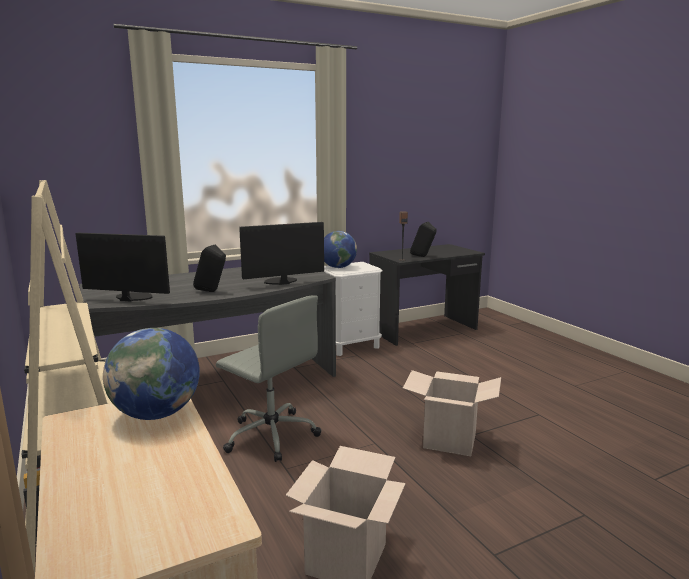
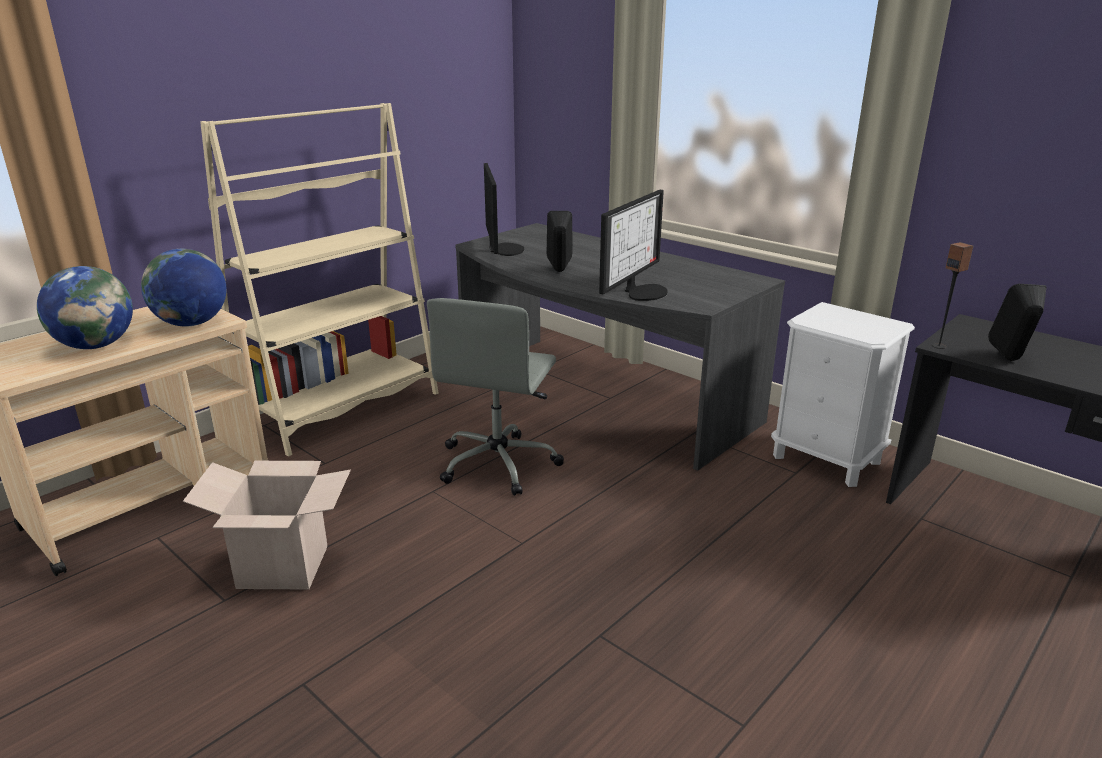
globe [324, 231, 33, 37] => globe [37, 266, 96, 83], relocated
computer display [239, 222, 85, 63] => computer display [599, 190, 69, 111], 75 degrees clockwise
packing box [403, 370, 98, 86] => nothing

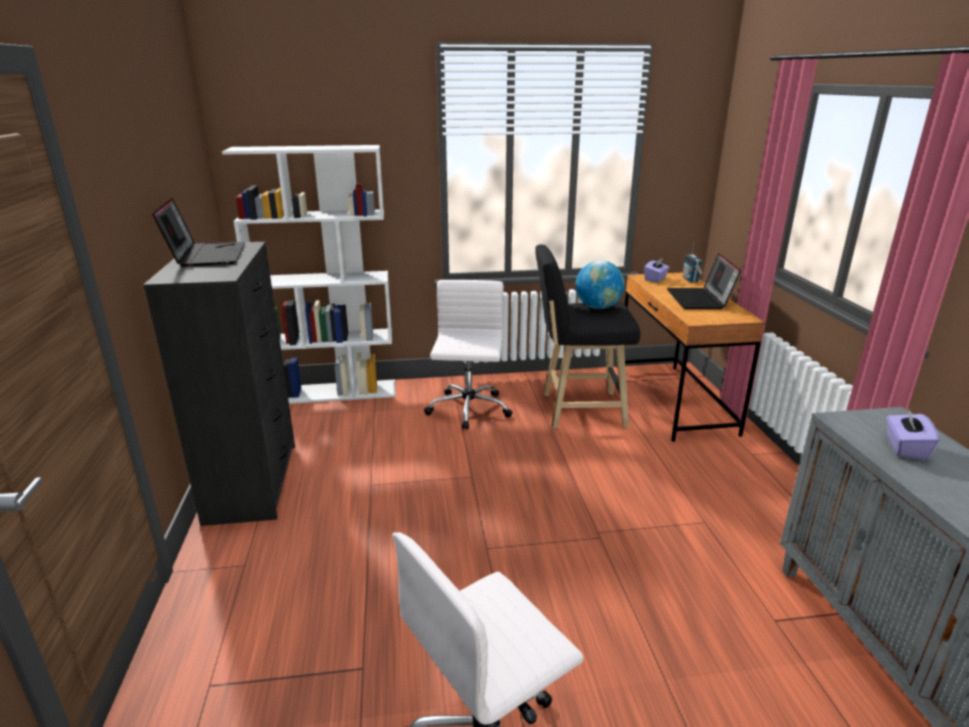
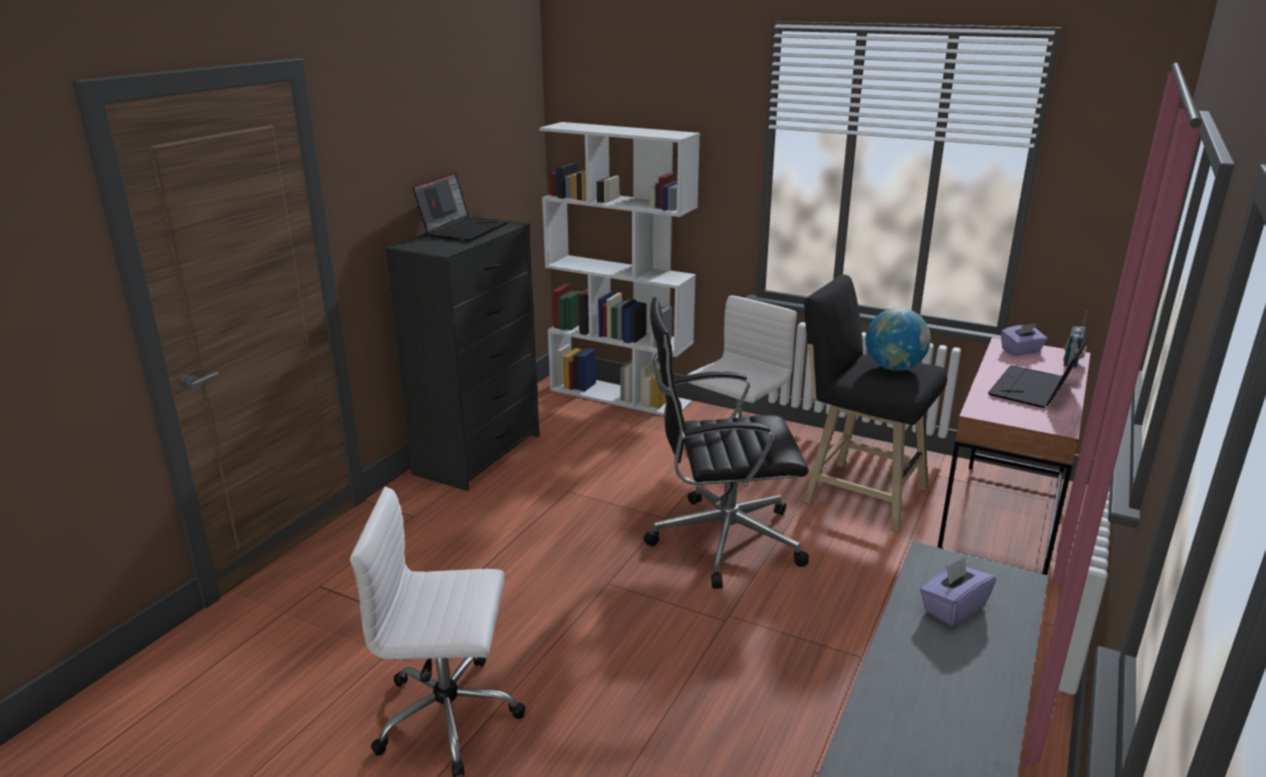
nothing => black desk chair [644, 297, 165, 292]
brown desk table [625, 272, 140, 170] => pink-coloured desk table [938, 337, 152, 238]

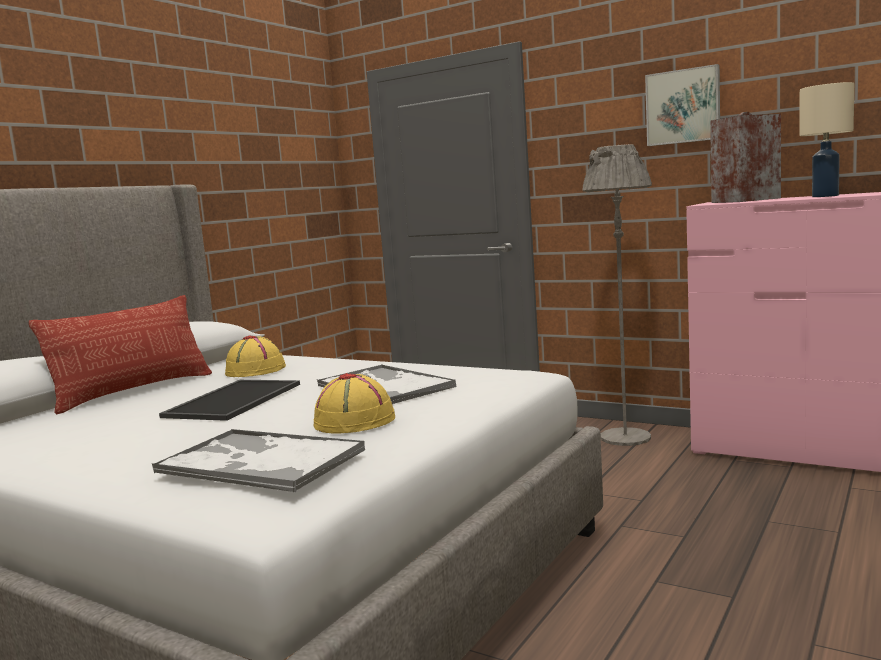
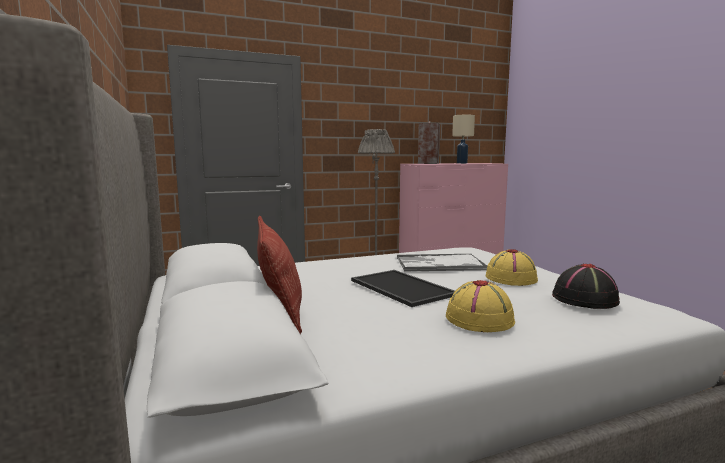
yellowish clothing hat [225, 335, 61, 42] => yellowish clothing hat [446, 280, 69, 52], relocated
tray [152, 429, 213, 63] => black clothing hat [552, 264, 68, 45]
wall picture [645, 64, 75, 82] => nothing

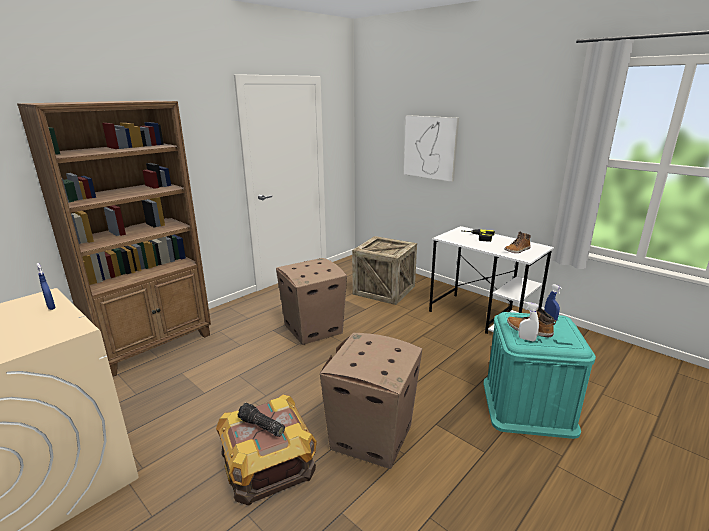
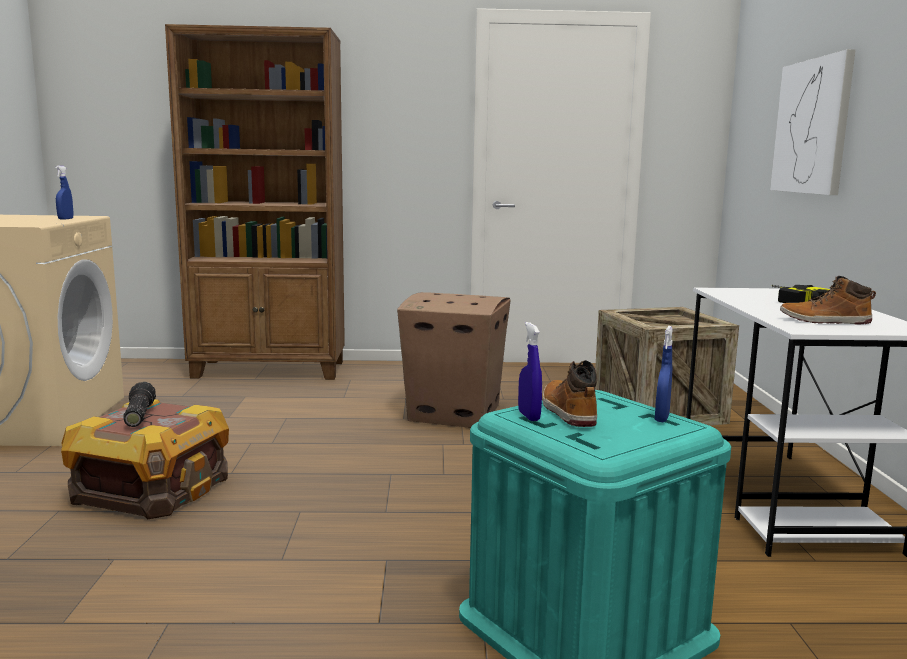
white sprayer [519, 302, 20, 40] => blue-coloured sprayer [518, 322, 24, 99]
packing box [320, 333, 102, 136] => nothing

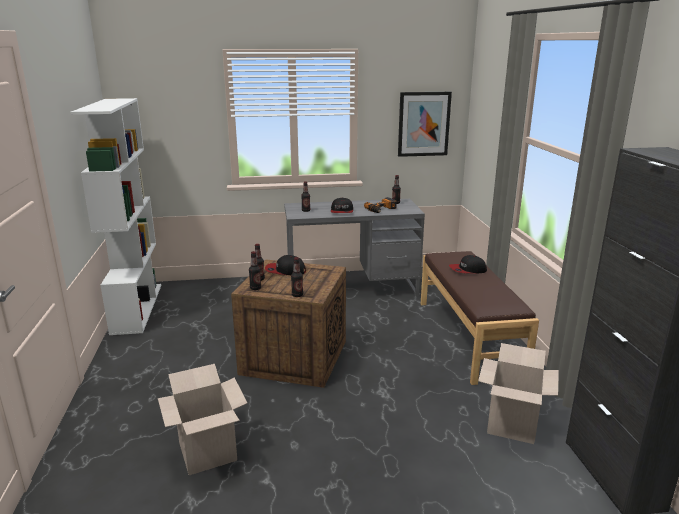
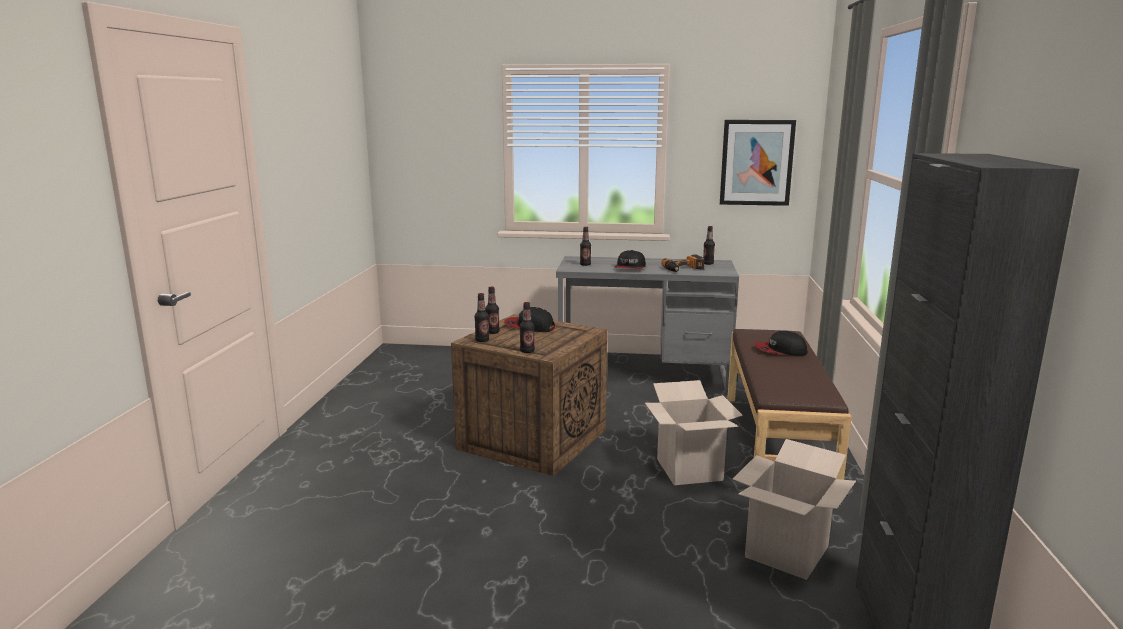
packing box [158, 364, 89, 111] => packing box [645, 380, 98, 105], relocated
white shelving unit [70, 98, 91, 237] => nothing

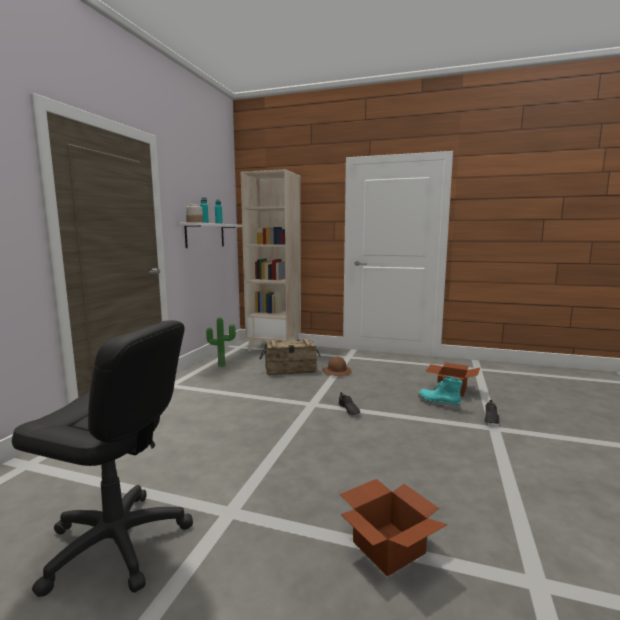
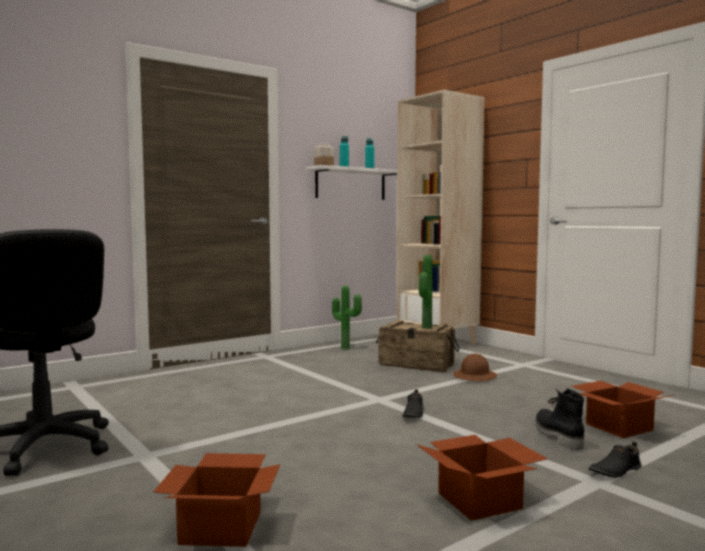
nothing => packing box [416, 435, 132, 86]
nothing => potted plant [418, 255, 15, 74]
turquoise boot [418, 376, 45, 35] => black boot [535, 388, 49, 62]

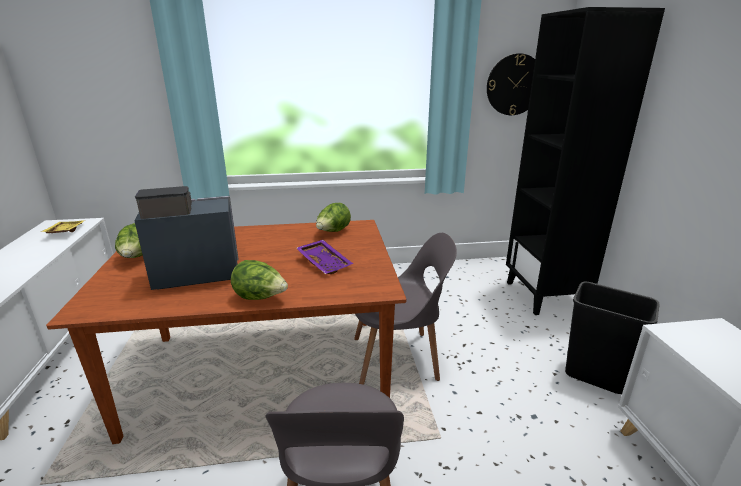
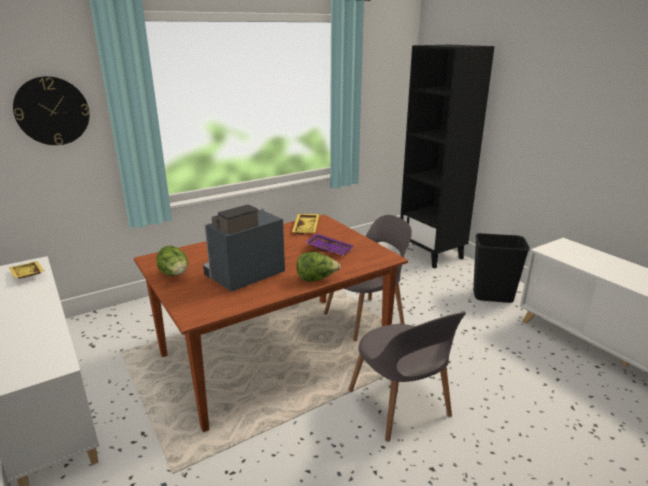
wall clock [487, 53, 48, 62] => wall clock [13, 76, 77, 69], relocated
lettuce head [316, 203, 35, 29] => yellowish tray [292, 214, 27, 21]

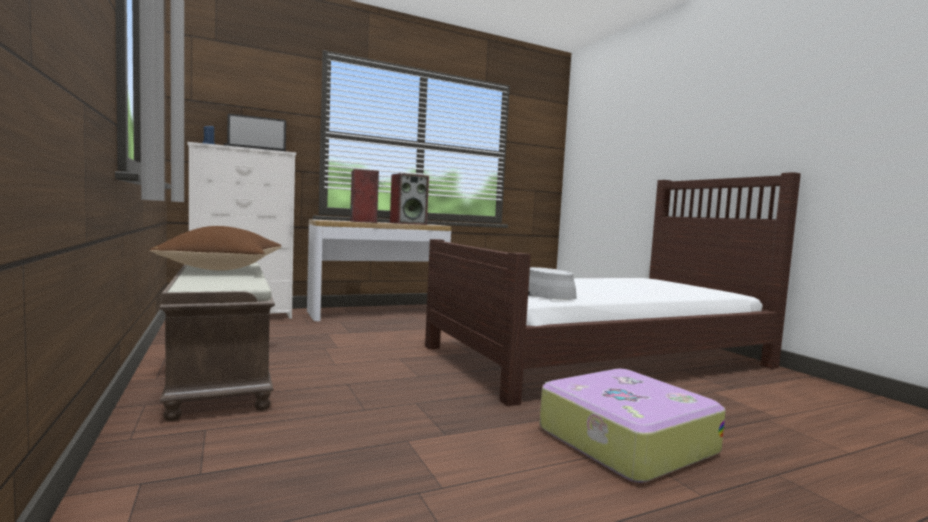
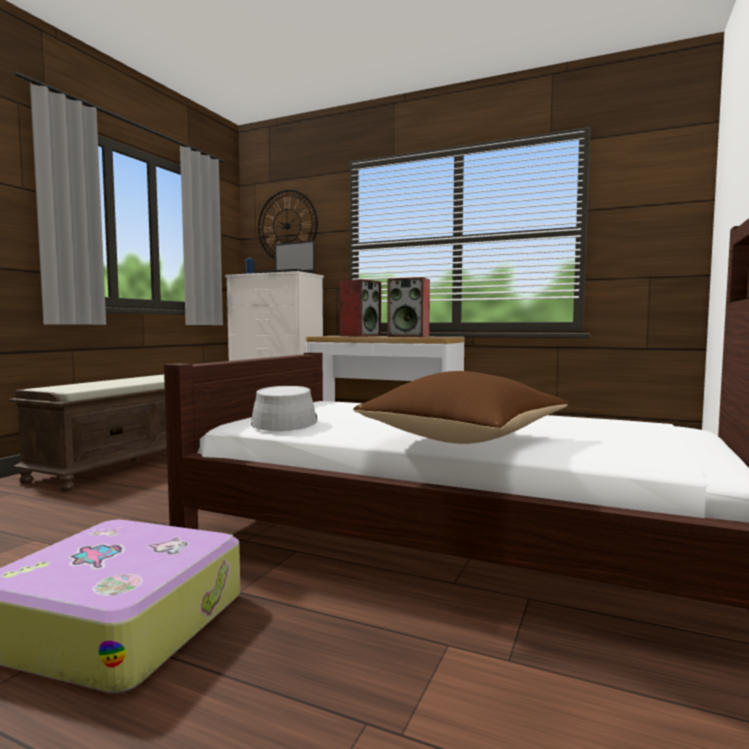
nothing => wall clock [258, 190, 60, 69]
brown cushion [150, 226, 131, 45] => brown cushion [353, 371, 215, 73], relocated

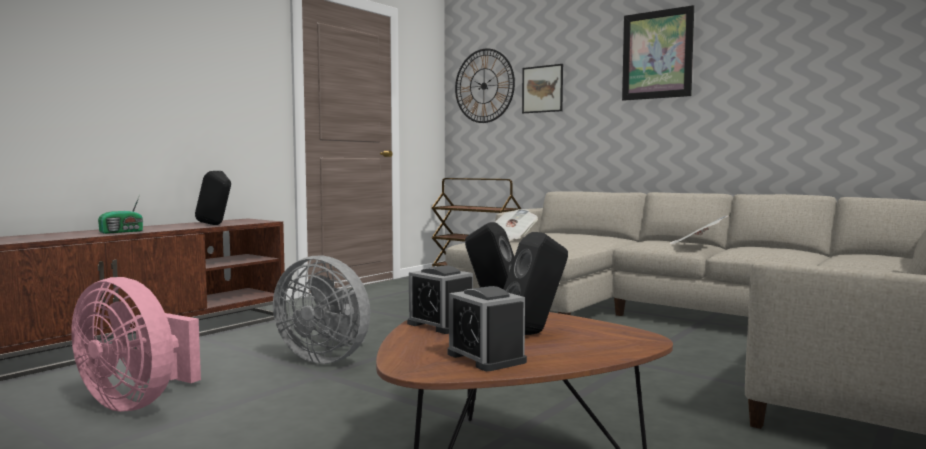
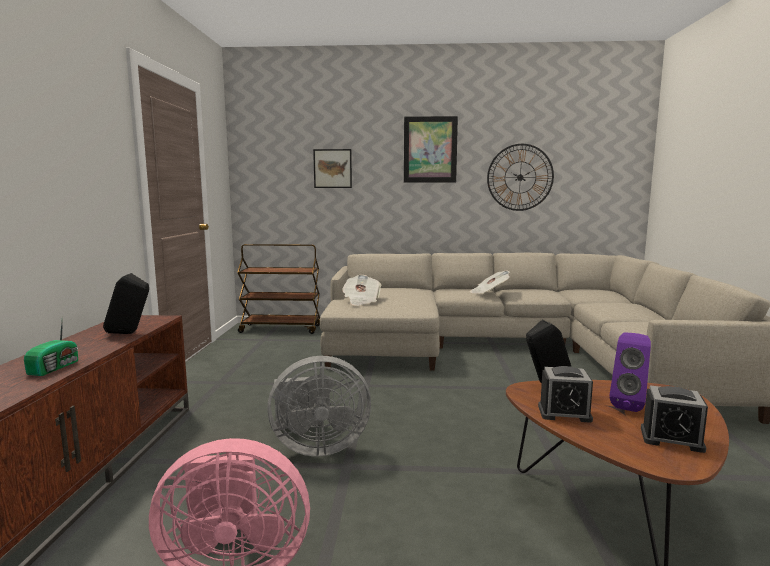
wall clock [455, 48, 60, 75] => wall clock [487, 144, 67, 67], relocated
black audio speaker [503, 232, 65, 103] => purple-coloured audio speaker [610, 333, 41, 79]

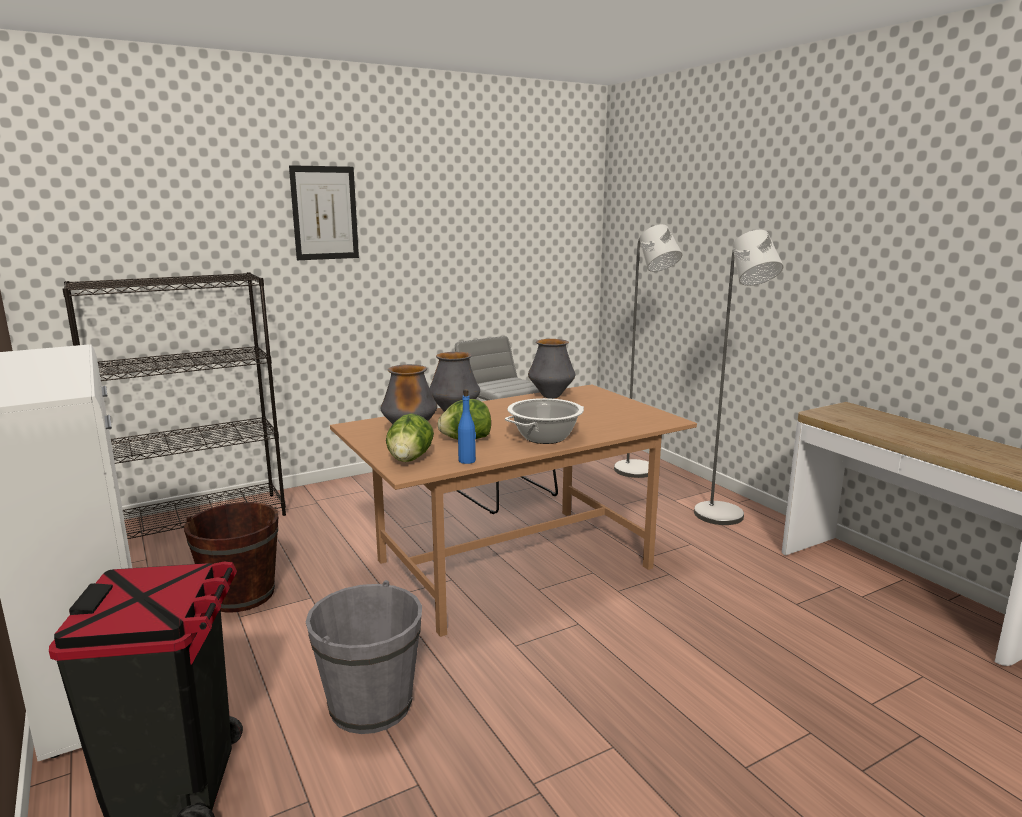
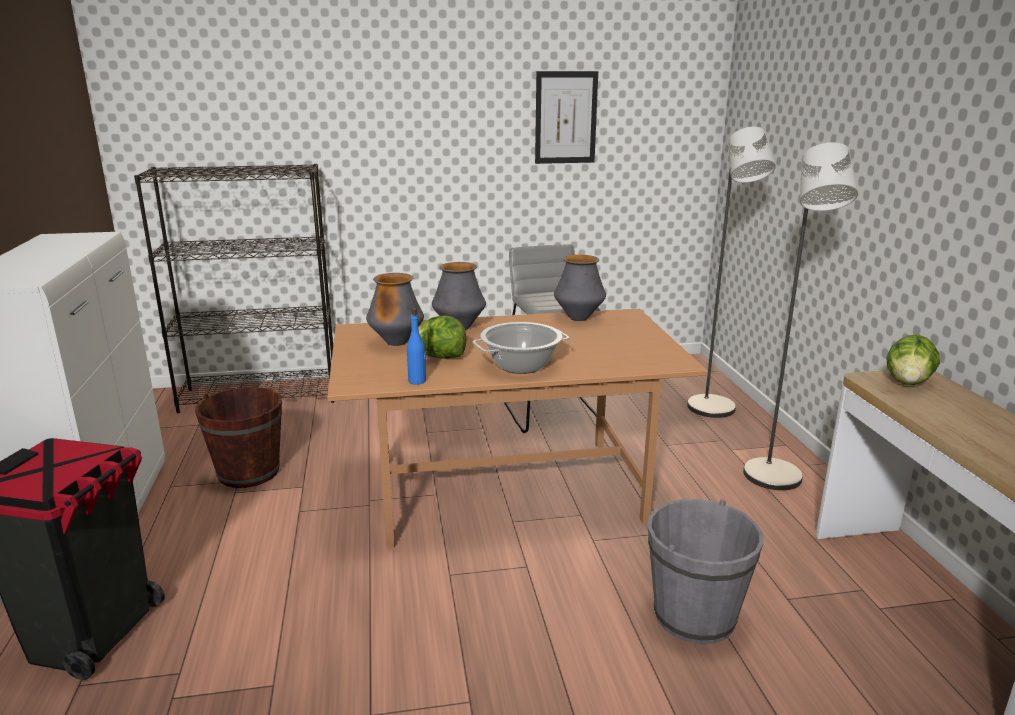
wall picture [289, 165, 70, 95] => wall picture [535, 71, 63, 93], relocated
grey water bucket [306, 580, 116, 154] => grey water bucket [648, 499, 116, 145], relocated
lettuce head [386, 414, 48, 48] => lettuce head [886, 335, 54, 50], relocated

